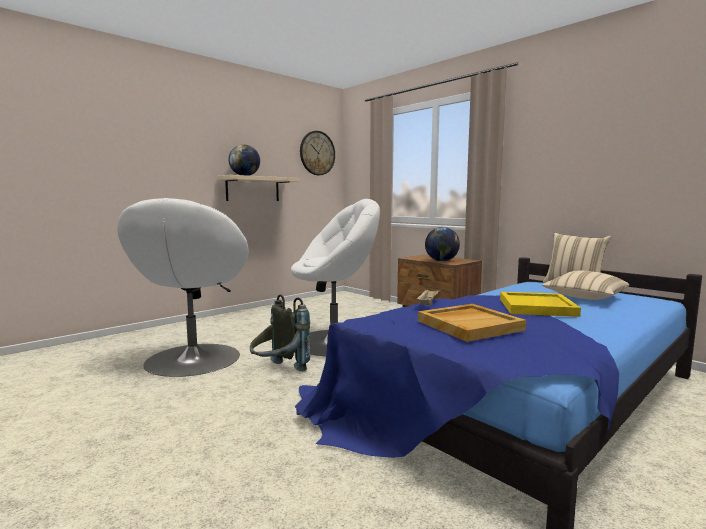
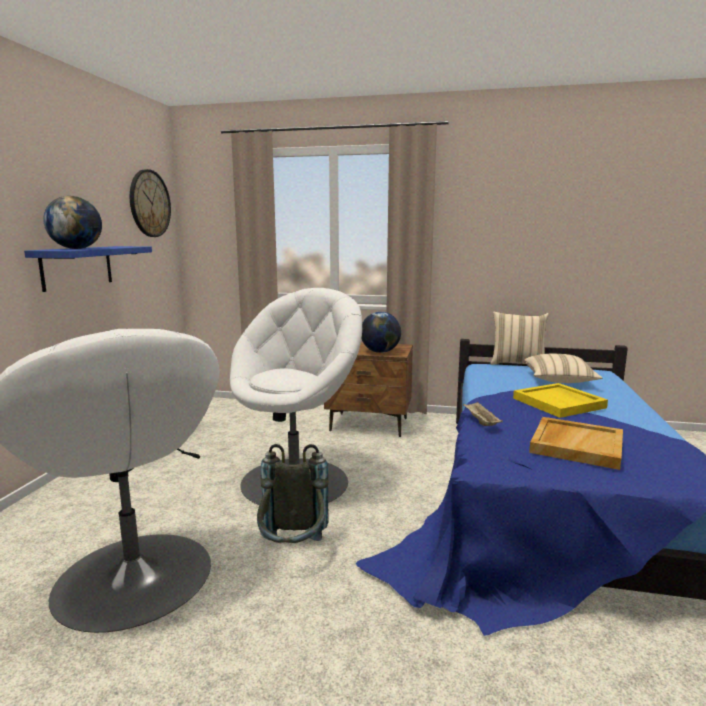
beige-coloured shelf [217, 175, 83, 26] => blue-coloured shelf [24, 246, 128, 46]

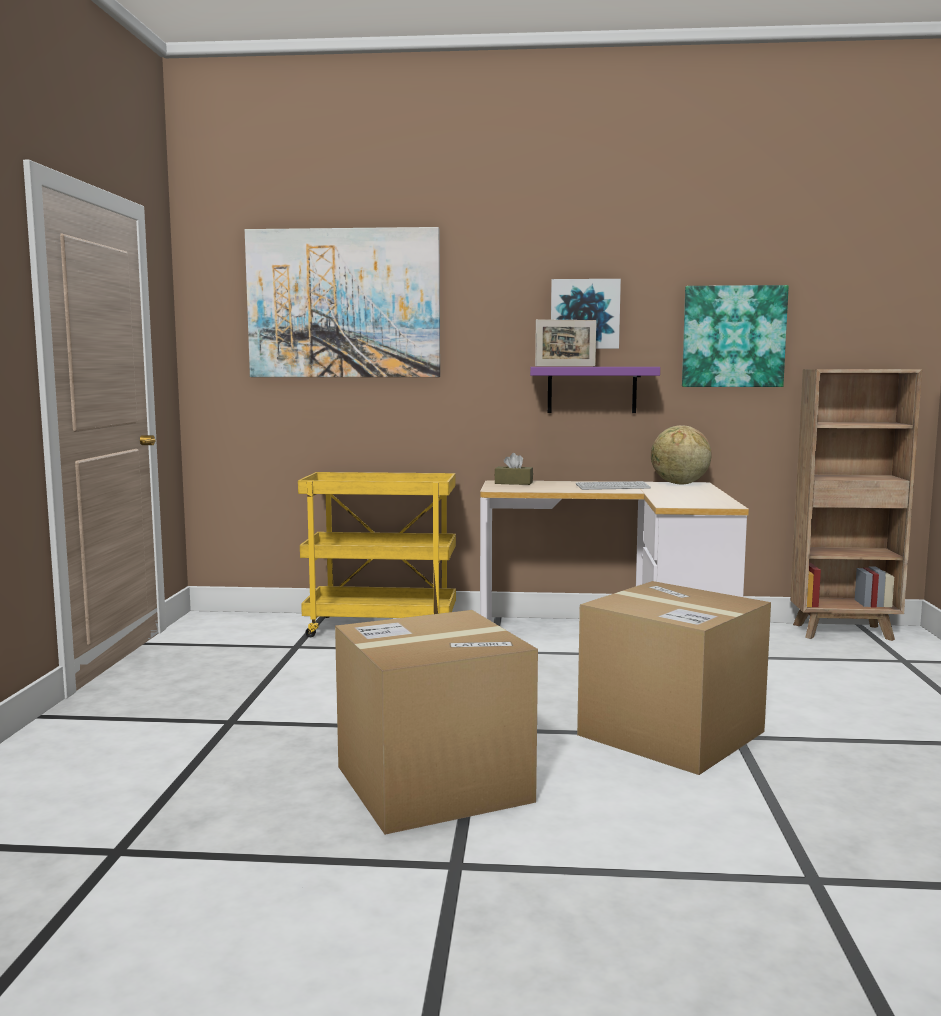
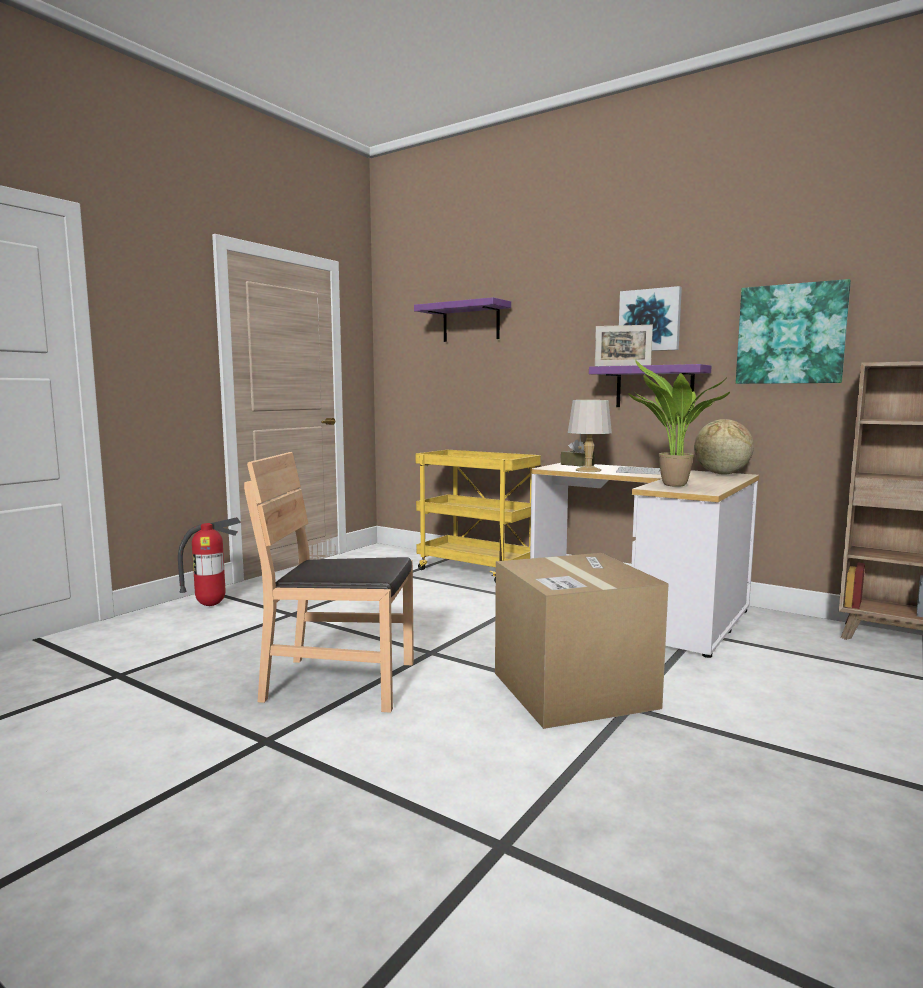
nothing => fire extinguisher [178, 517, 63, 89]
packing box [335, 610, 203, 225] => brown chair [244, 452, 170, 261]
wall picture [245, 227, 195, 150] => purple-coloured shelf [414, 297, 97, 45]
nothing => grey lamp for a table [568, 400, 44, 72]
nothing => potted plant [628, 360, 102, 127]

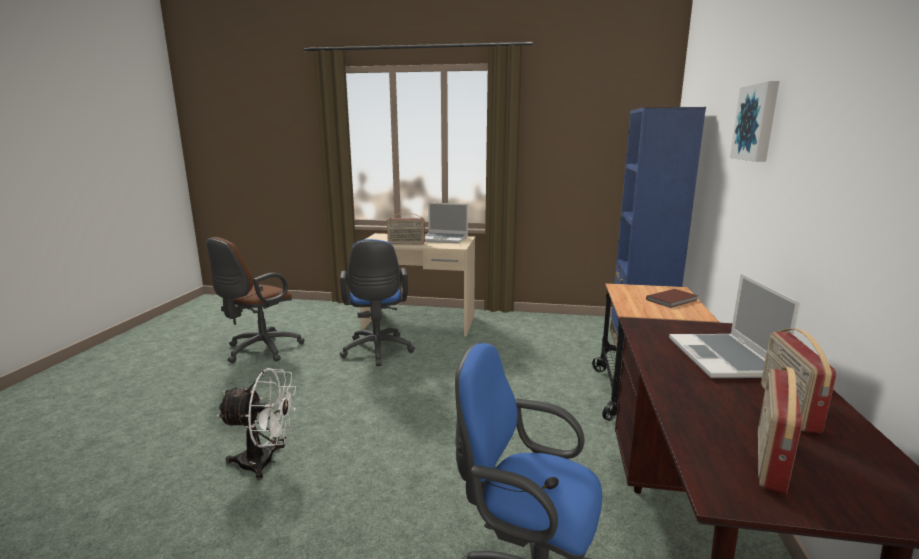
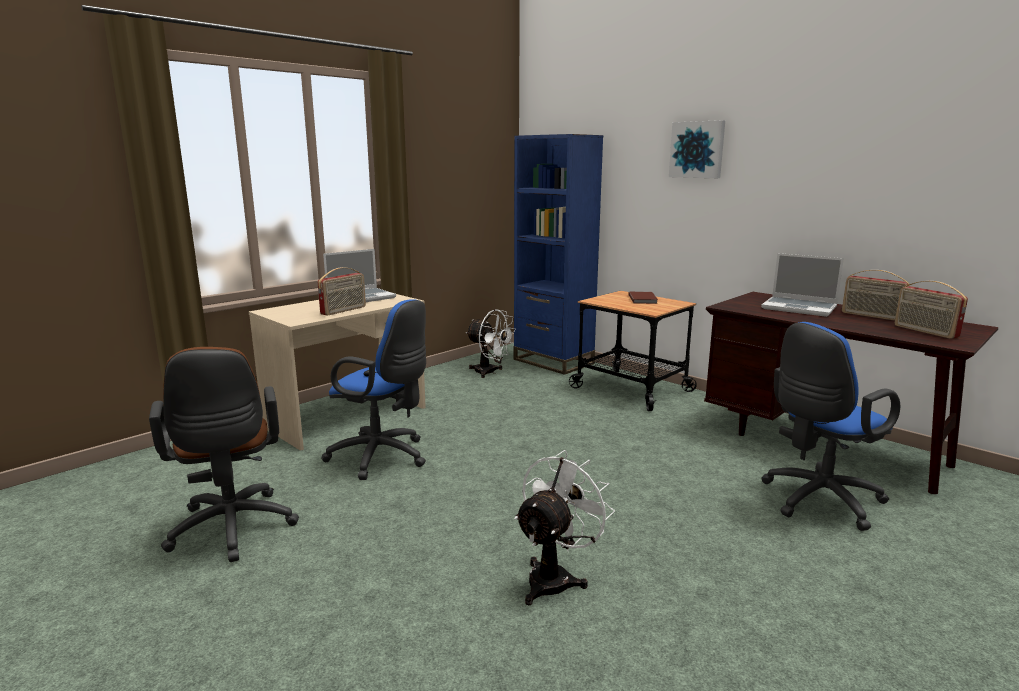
nothing => white electric fan [466, 309, 50, 69]

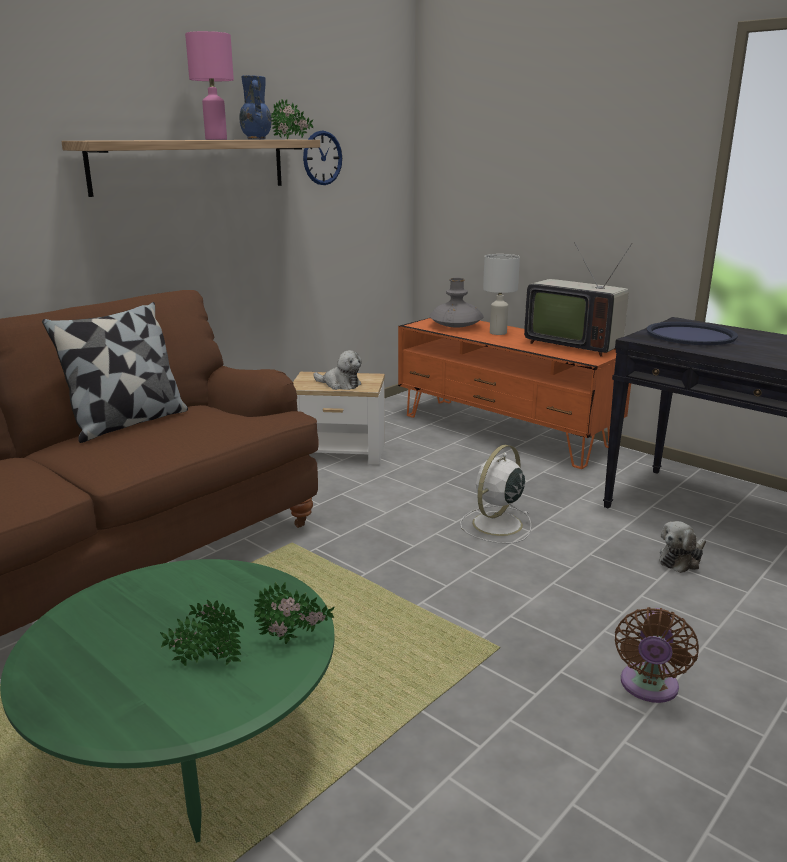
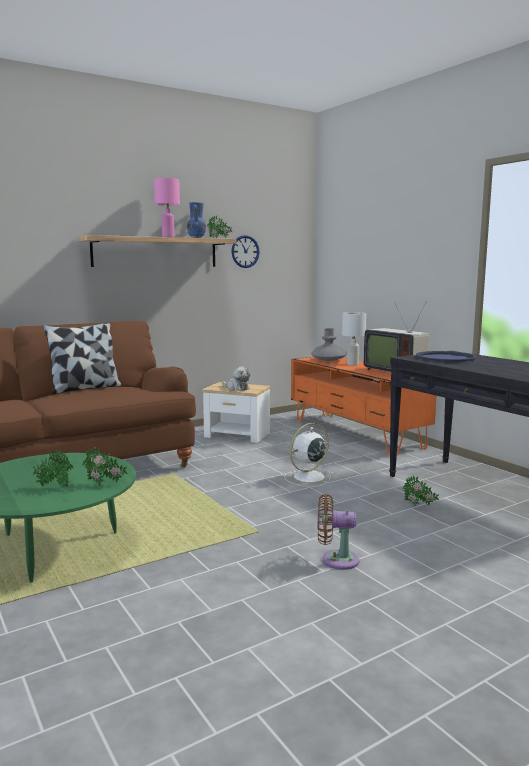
brown electric fan [615, 607, 84, 96] => brown electric fan [318, 494, 42, 76], 60 degrees clockwise
soft toy [659, 521, 47, 52] => potted plant [403, 476, 36, 30]

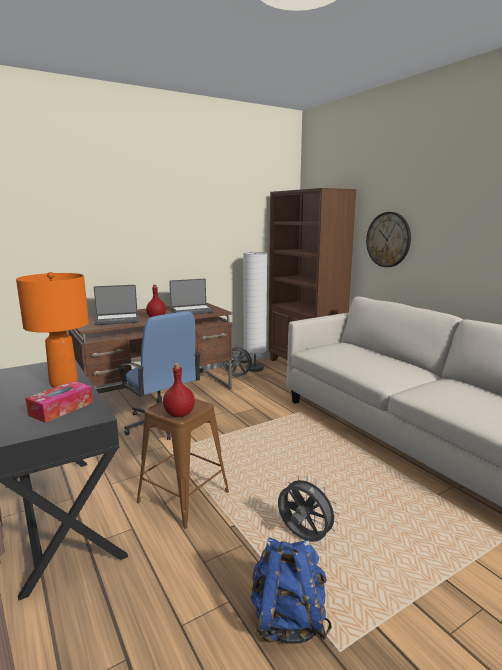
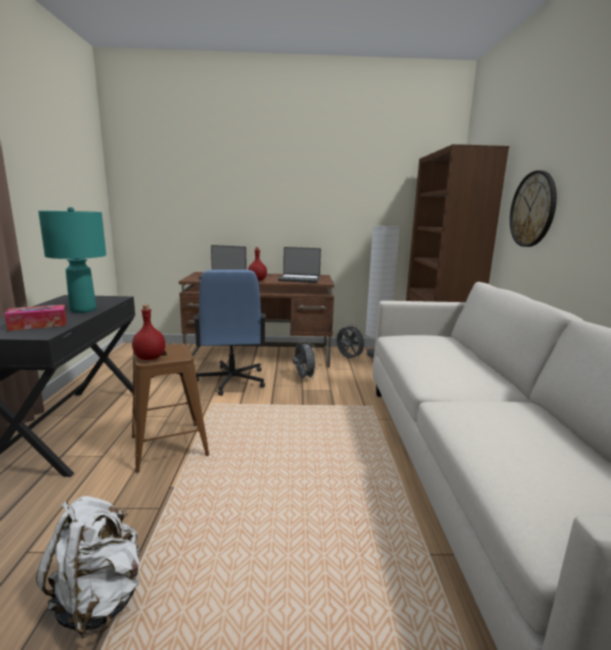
blue-coloured knapsack [250, 537, 82, 107] => white knapsack [36, 496, 104, 142]
orange-coloured lamp for a table [16, 272, 73, 116] => turquoise lamp for a table [38, 207, 68, 106]
grey electric fan [278, 476, 61, 66] => grey electric fan [292, 339, 26, 41], relocated

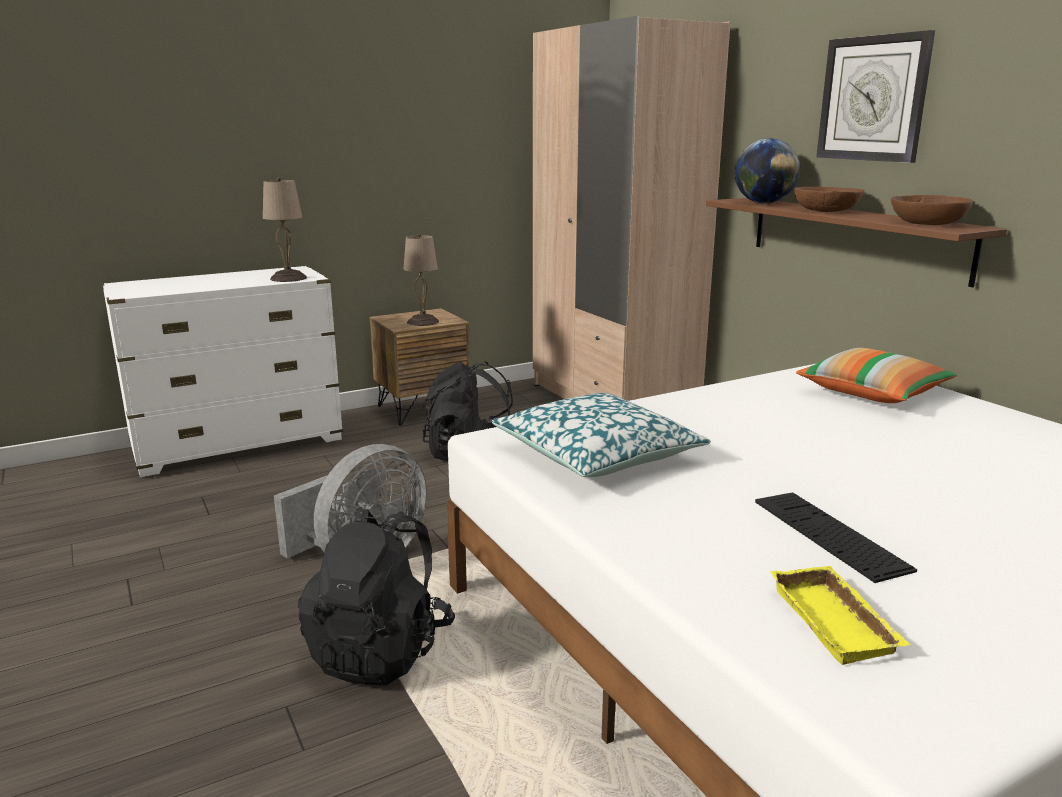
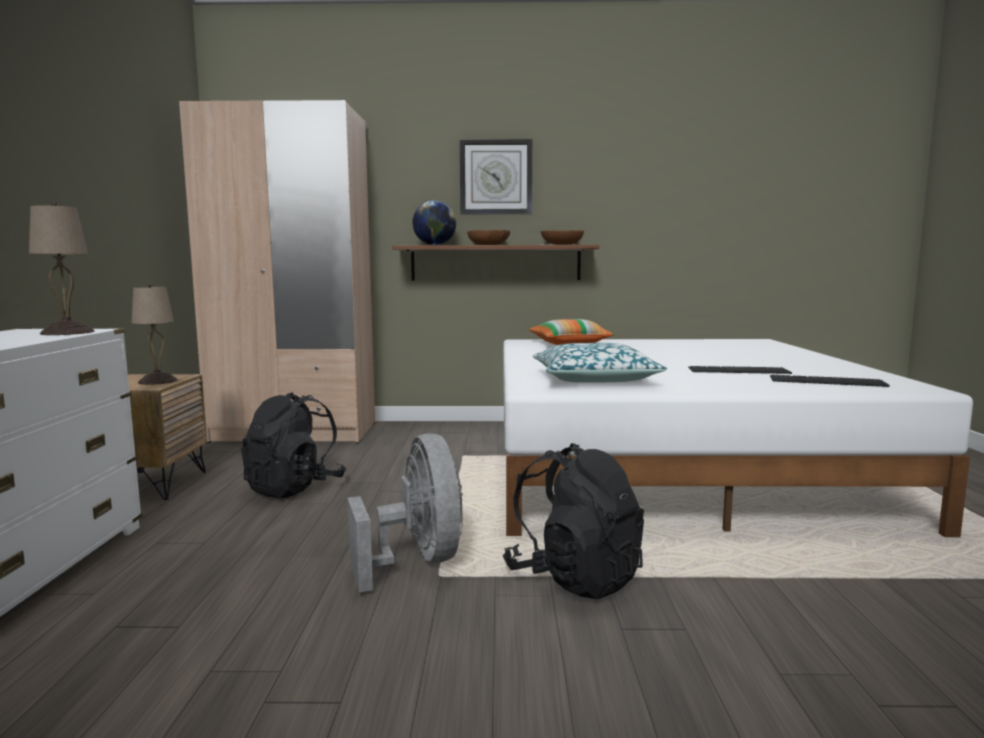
yellowish tray [770, 566, 141, 99] => keyboard [770, 375, 120, 12]

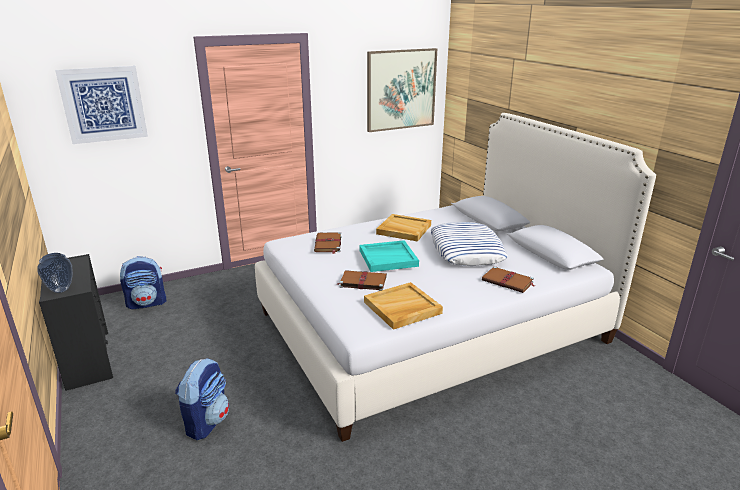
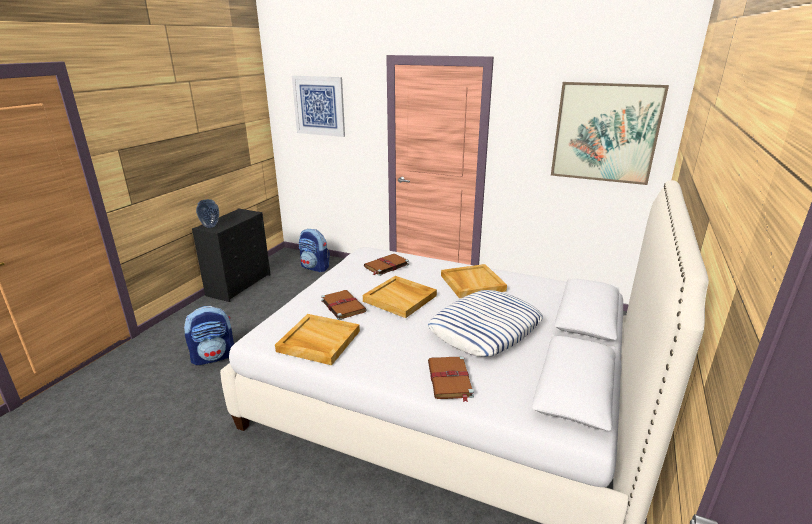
turquoise tray [360, 240, 59, 32] => beige-coloured tray [363, 276, 74, 42]

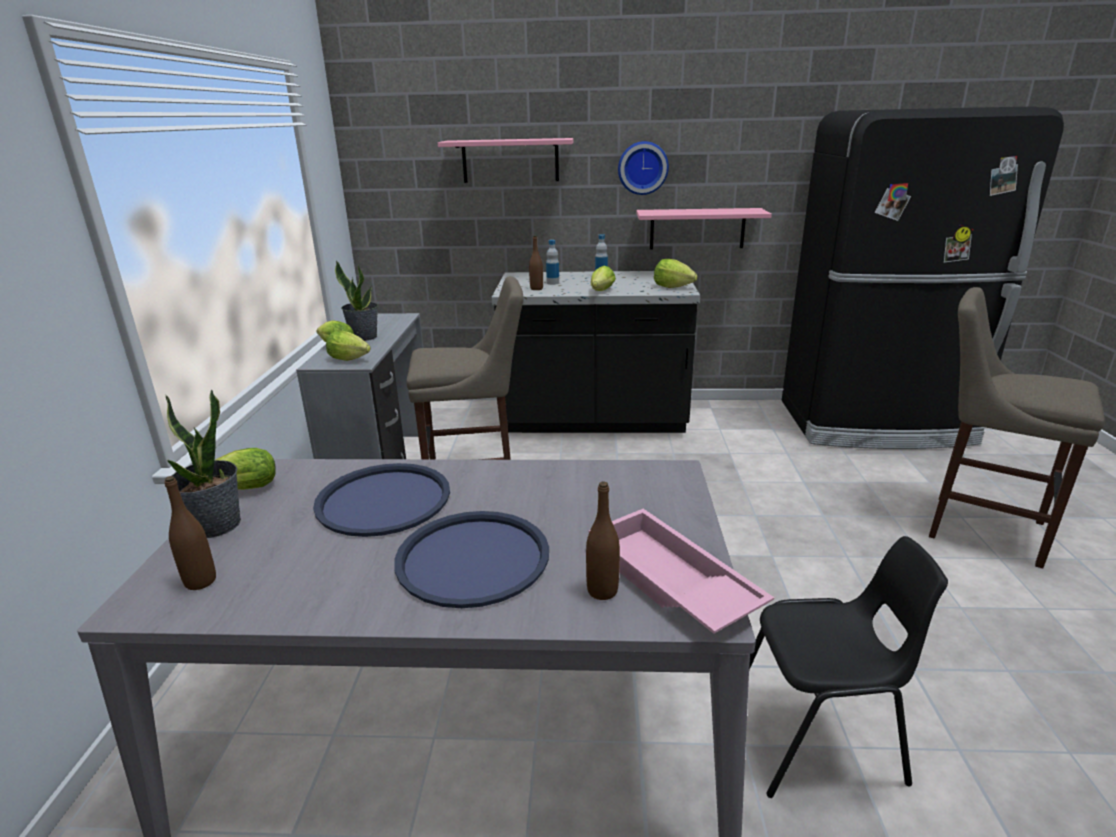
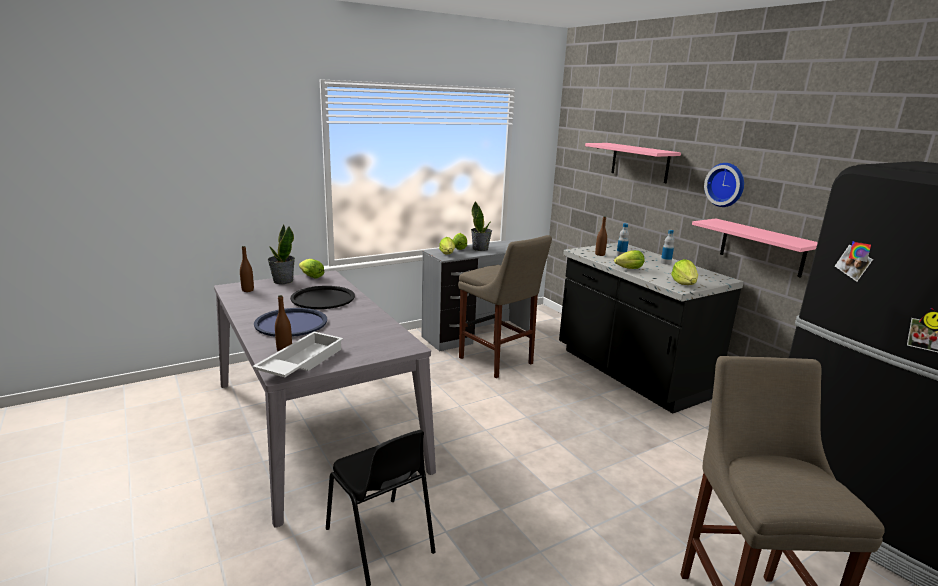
pink-coloured tray [588, 509, 186, 125] => white tray [252, 332, 92, 45]
blue-coloured tray [313, 463, 137, 74] => black tray [290, 286, 65, 23]

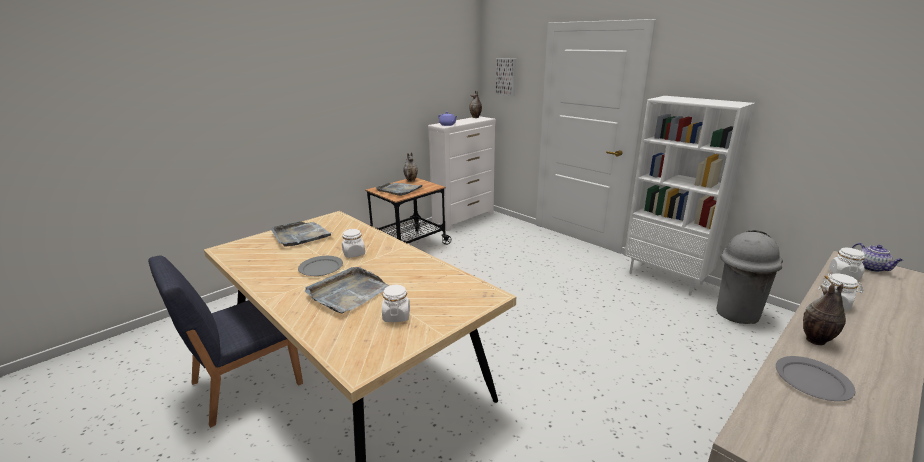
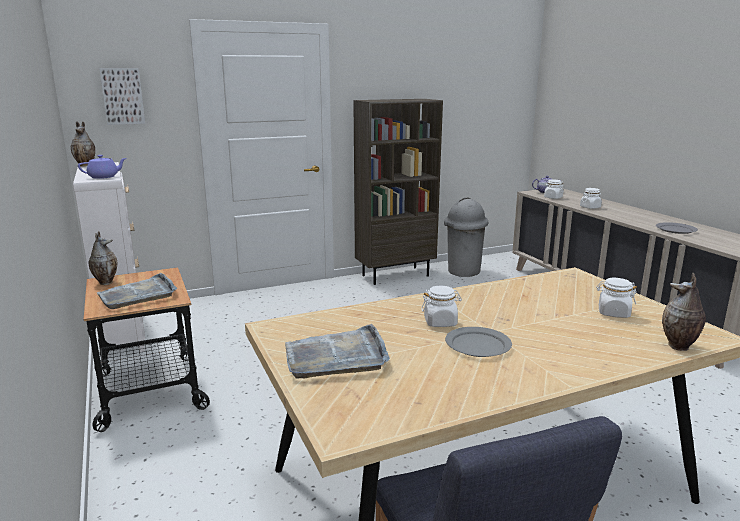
white shelving unit [624, 96, 131, 200] => brown shelving unit [353, 99, 90, 186]
vase [803, 283, 43, 62] => vase [662, 273, 44, 78], relocated
grey tray [305, 267, 85, 47] => nothing

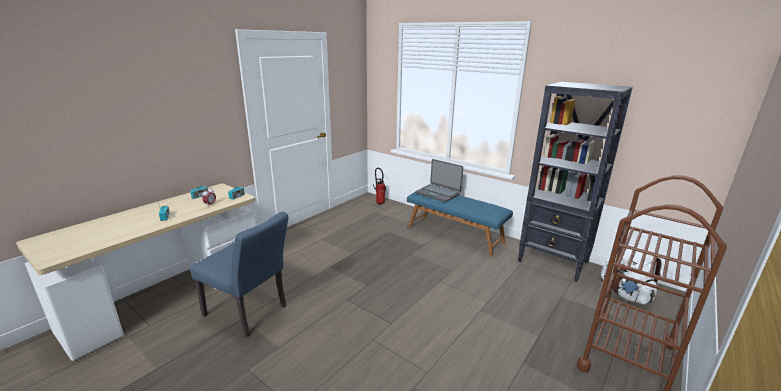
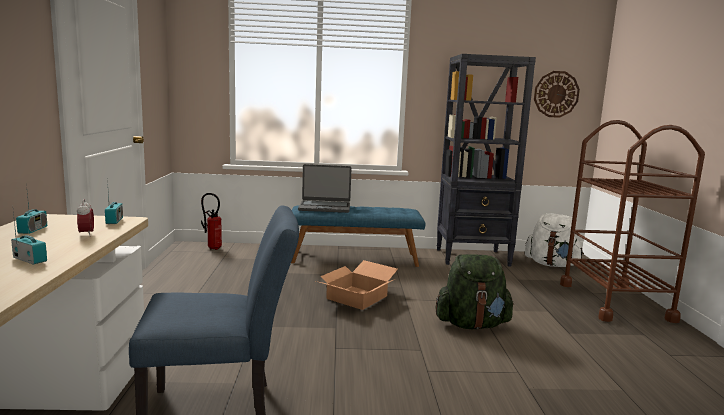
nothing => packing box [316, 260, 82, 50]
nothing => green knapsack [436, 254, 78, 75]
nothing => wall clock [534, 71, 46, 47]

